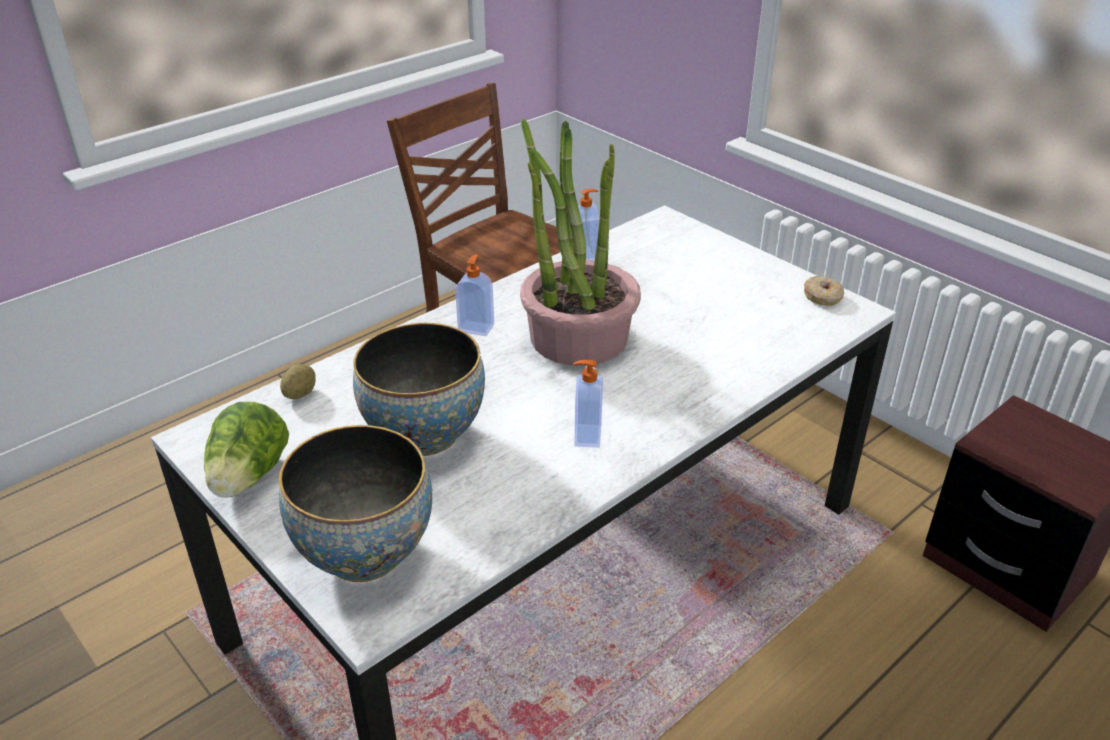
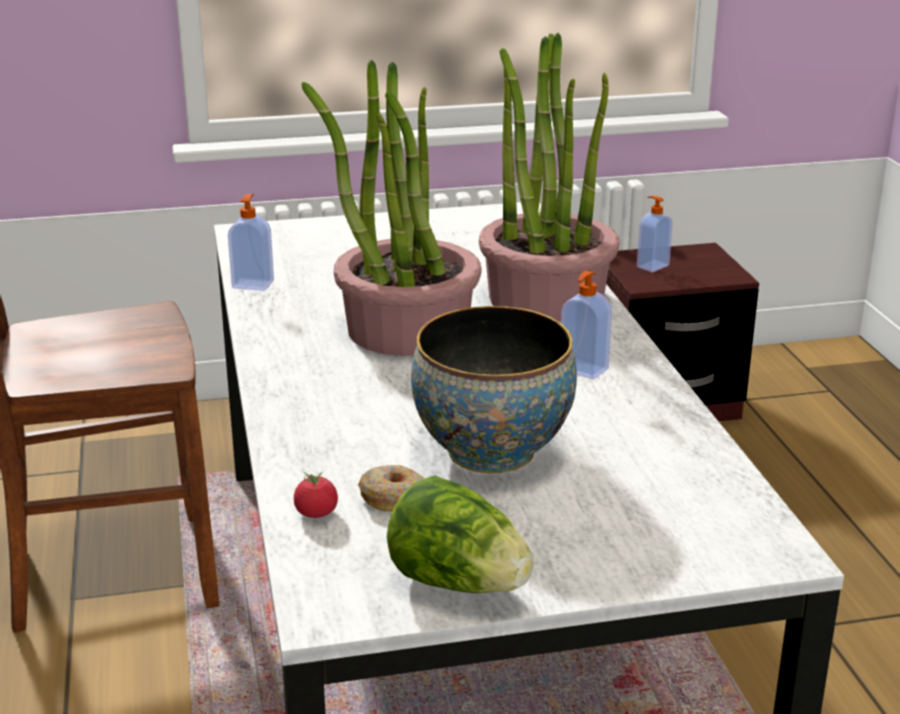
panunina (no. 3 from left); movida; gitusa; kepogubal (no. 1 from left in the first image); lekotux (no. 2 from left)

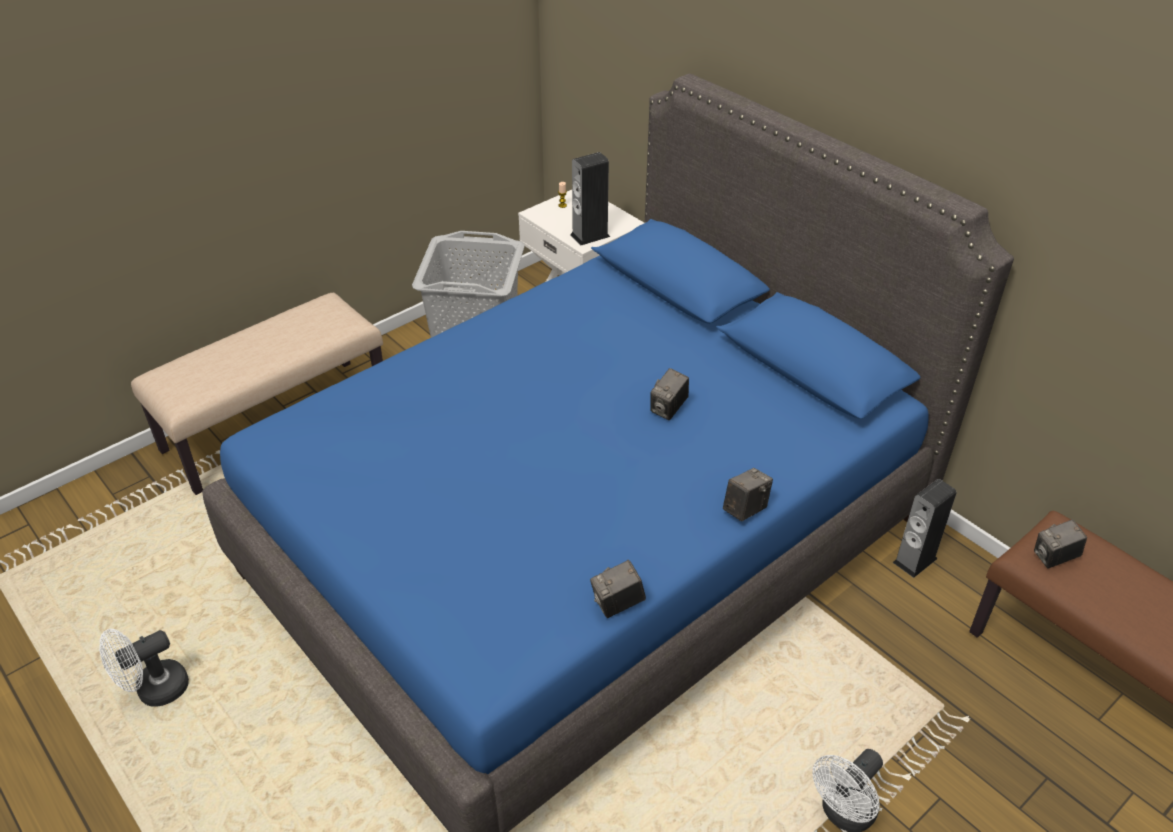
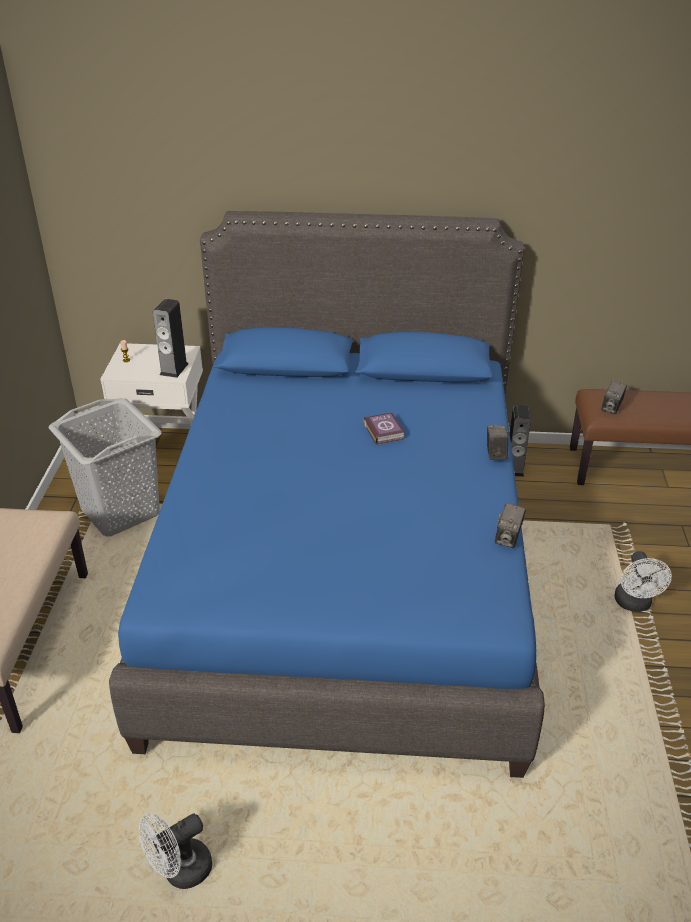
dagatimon; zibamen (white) (no. 1 from left)

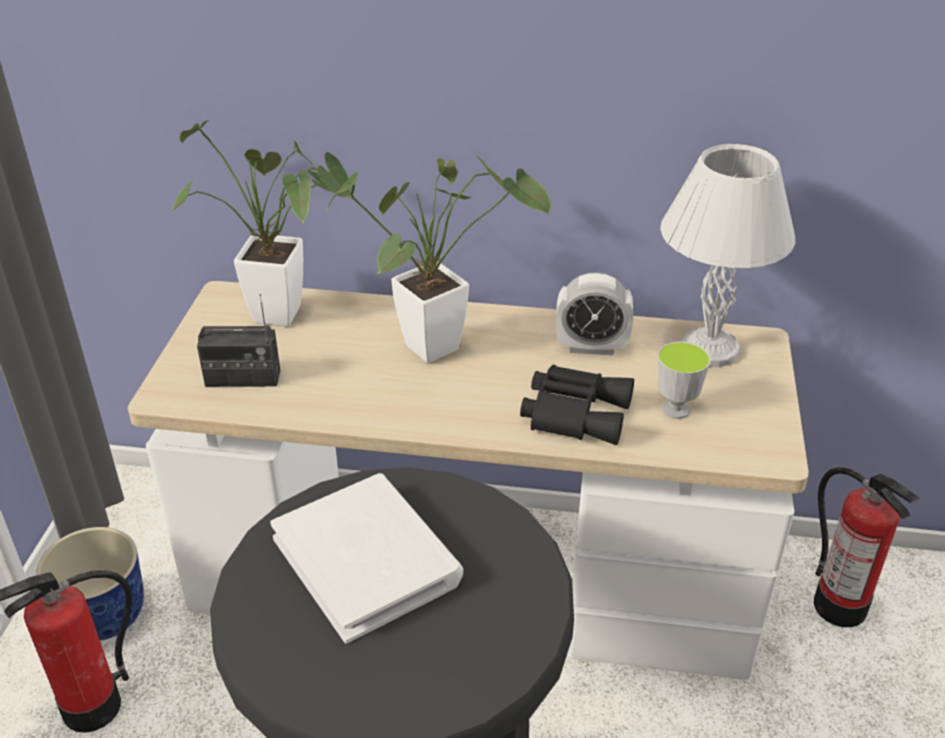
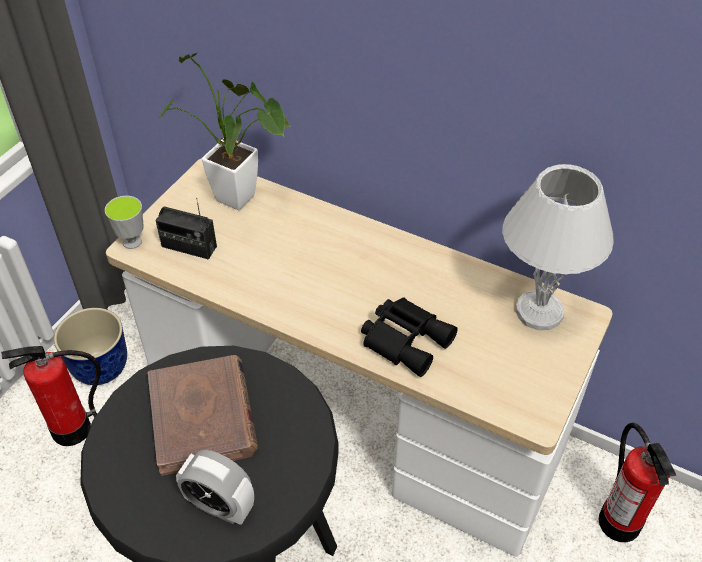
lekotux (no. 2 from left in the first image); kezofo; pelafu; dagatimon (brown)

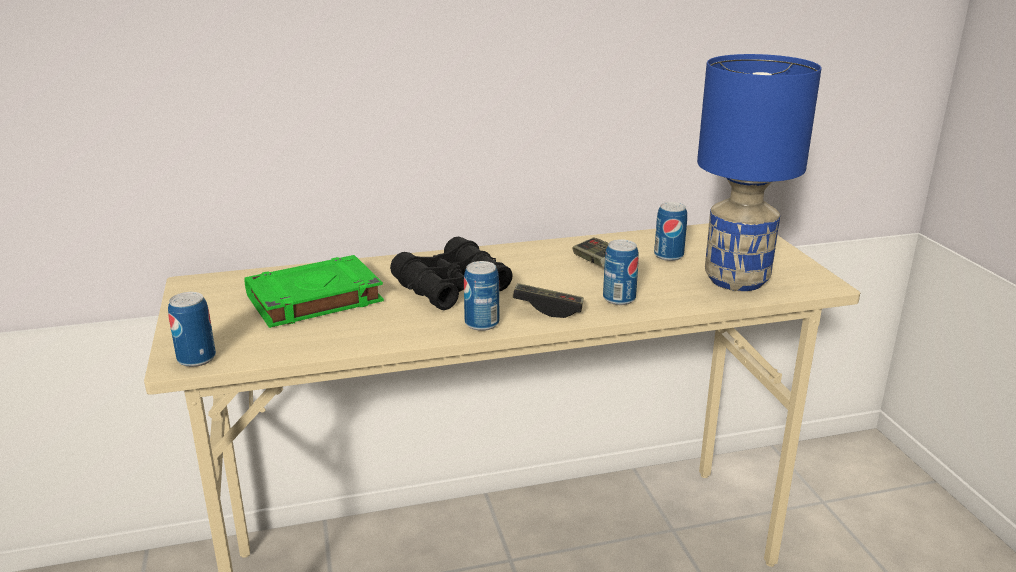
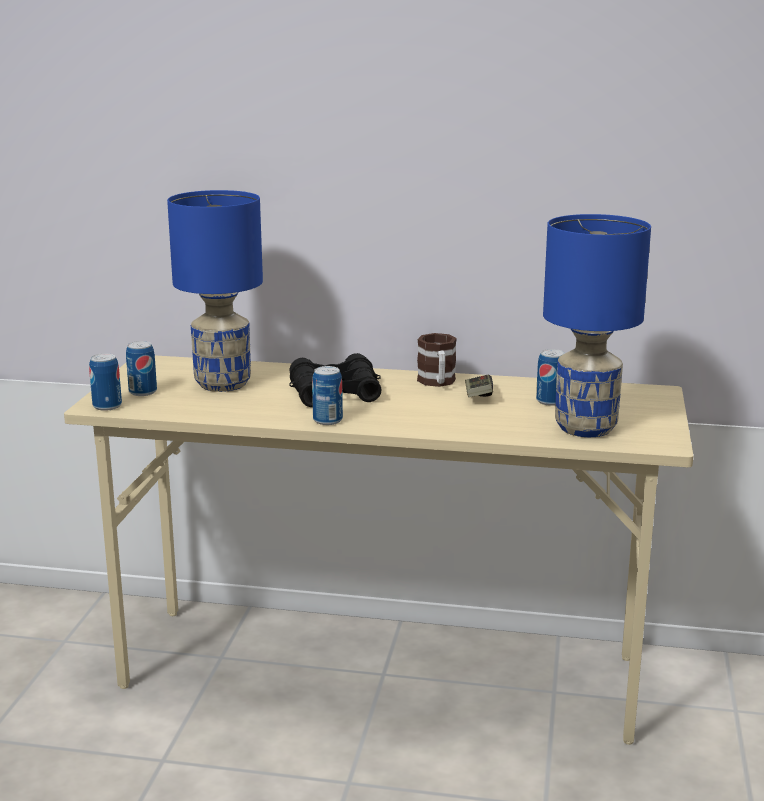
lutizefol (no. 2 from left); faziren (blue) (no. 1 from left); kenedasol (no. 1 from left in the first image); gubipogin

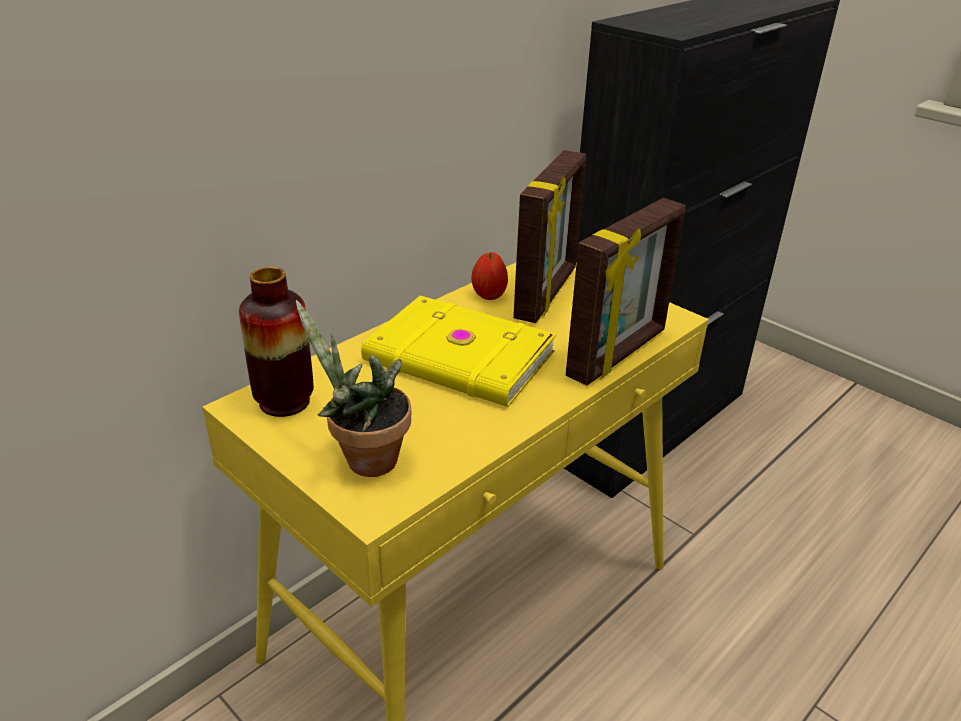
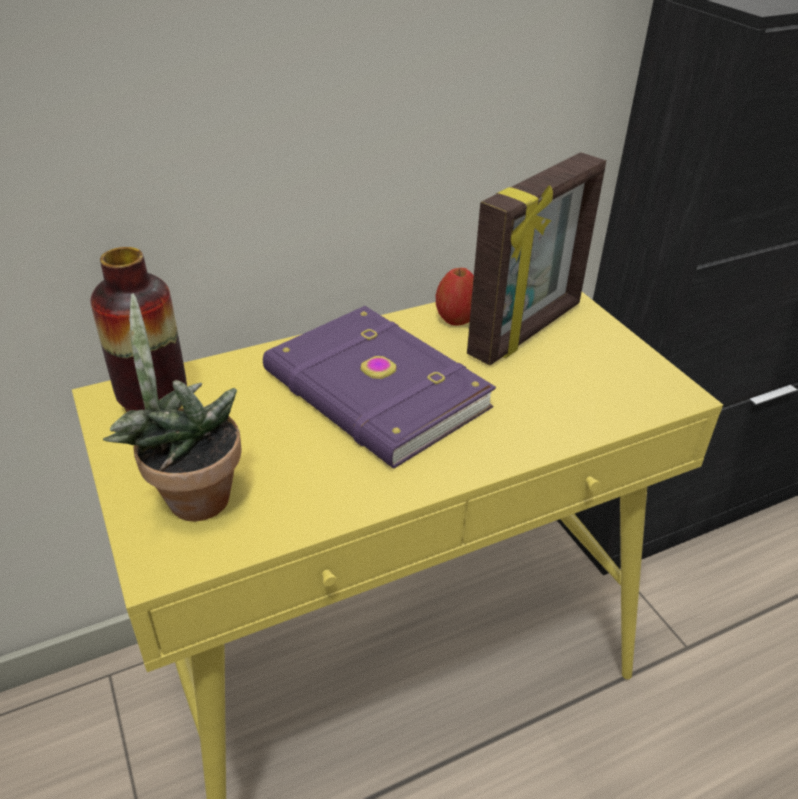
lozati (no. 2 from left in the first image); dagatimon (purple)

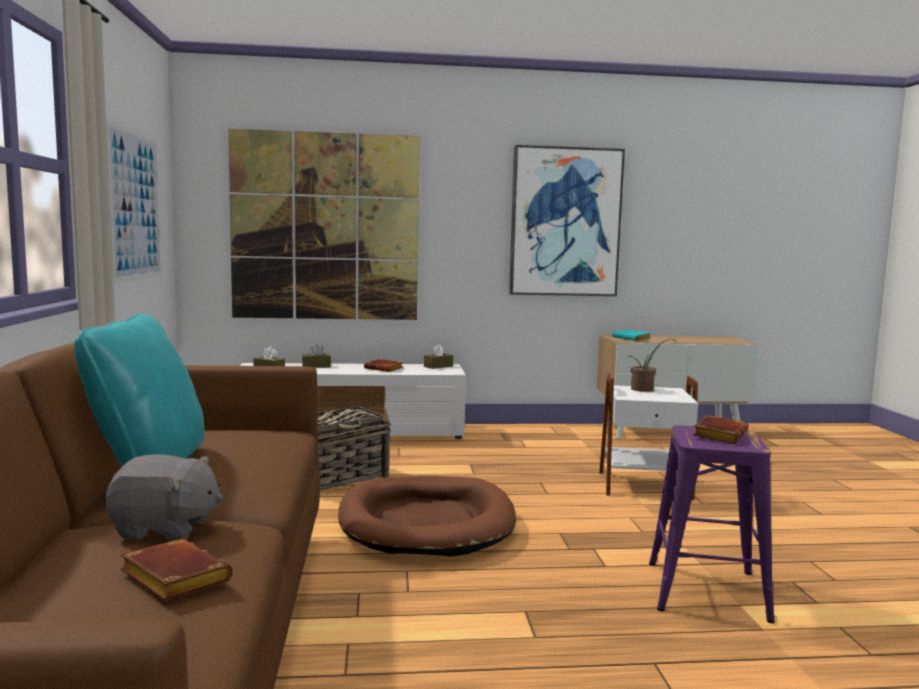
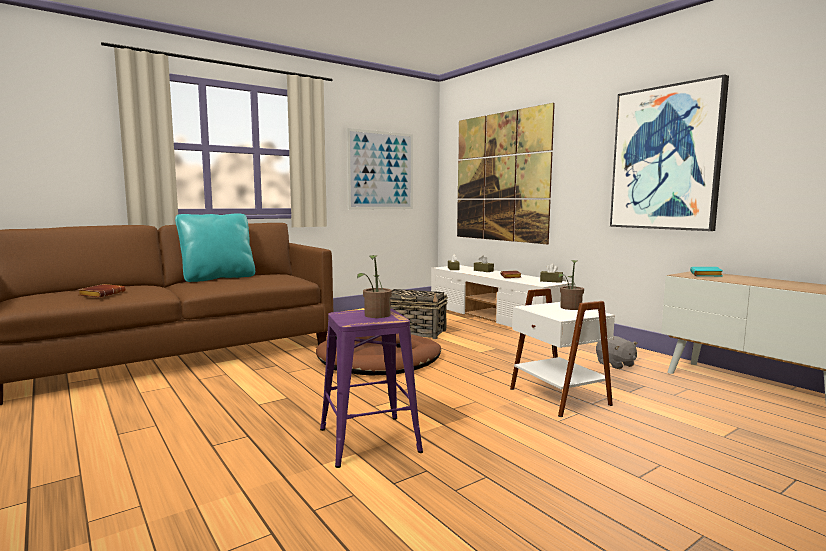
lekotux (no. 1 from left); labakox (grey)

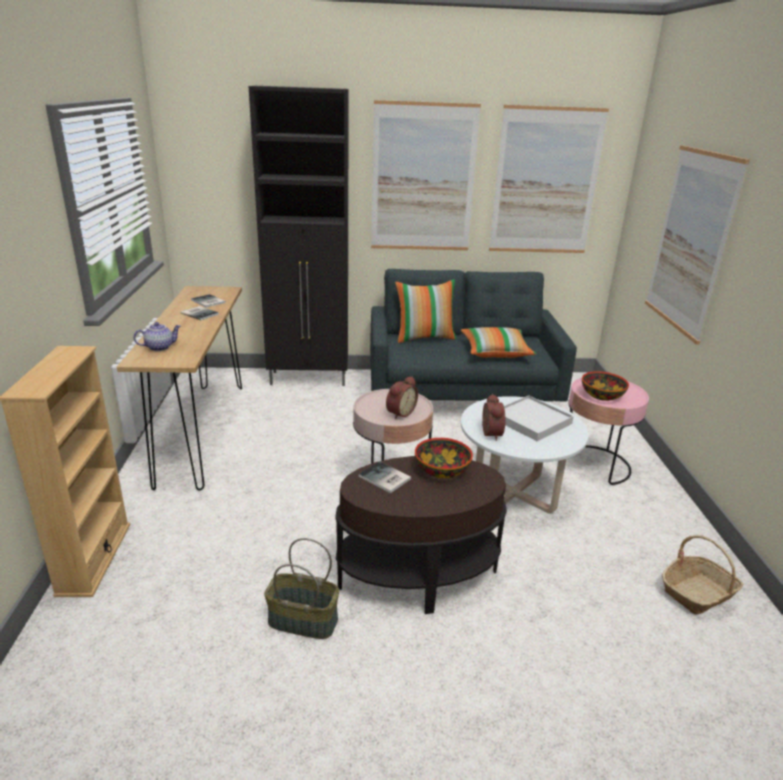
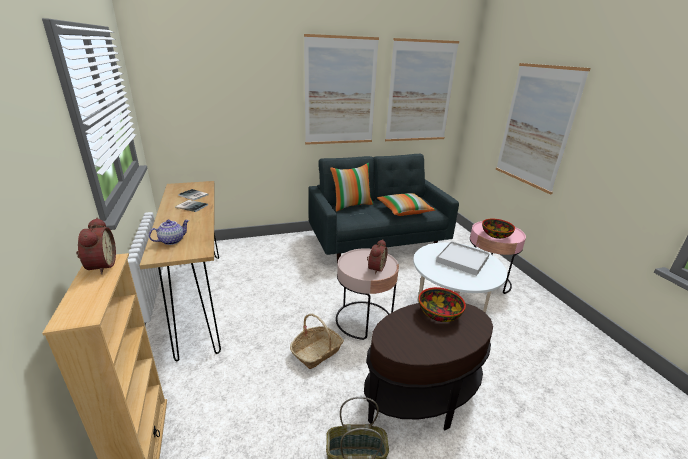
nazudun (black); kezofo (no. 1 from left); dagatimon (no. 3 from left in the first image); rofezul (no. 1 from left)

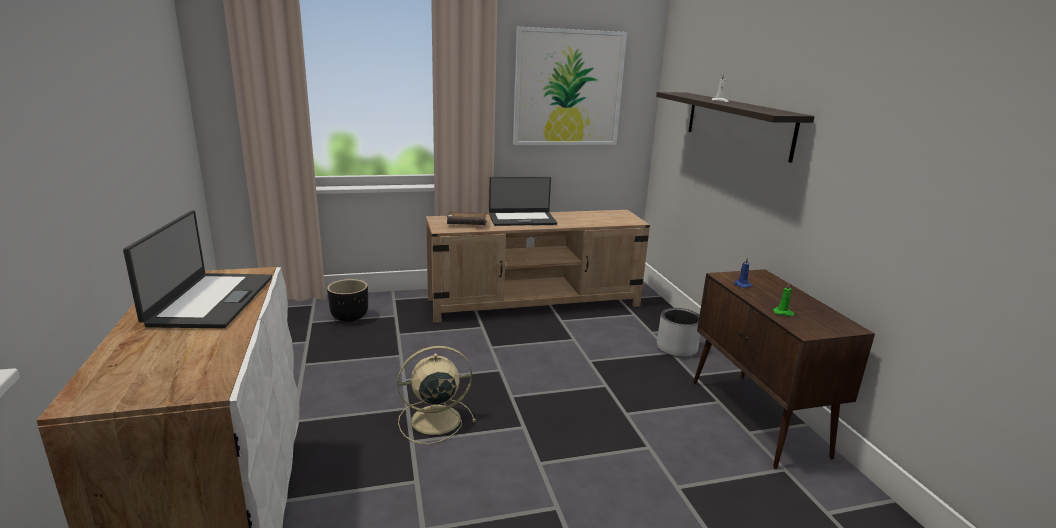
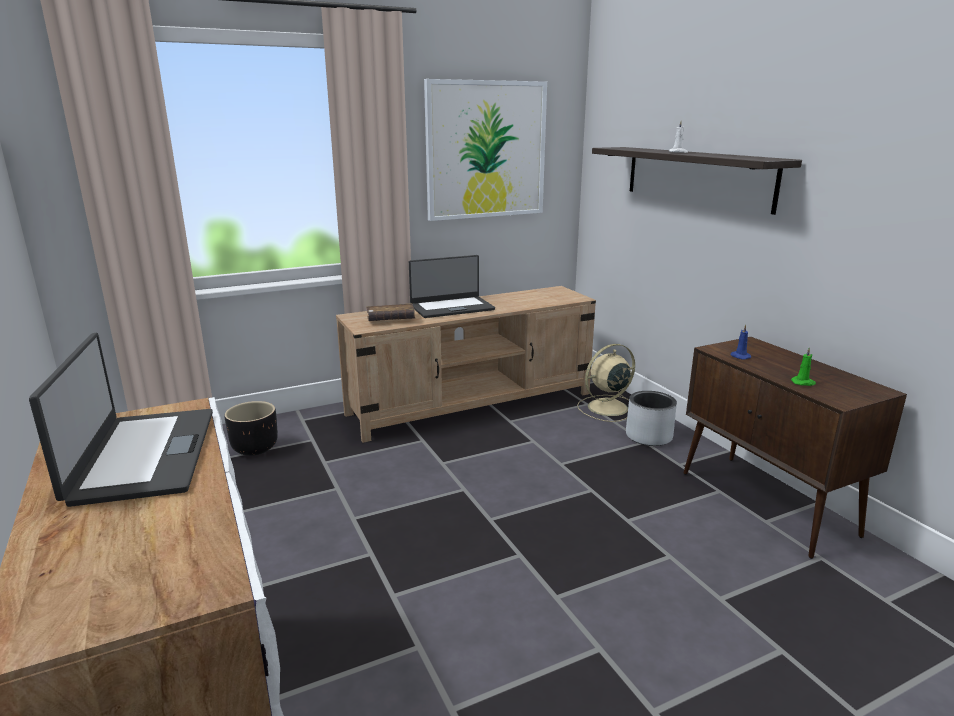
zibamen (beige)

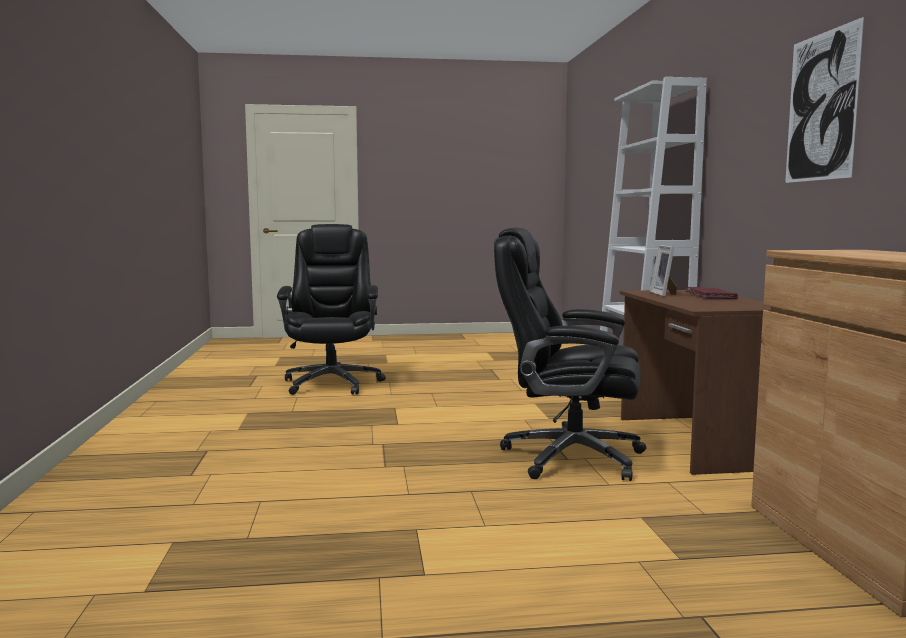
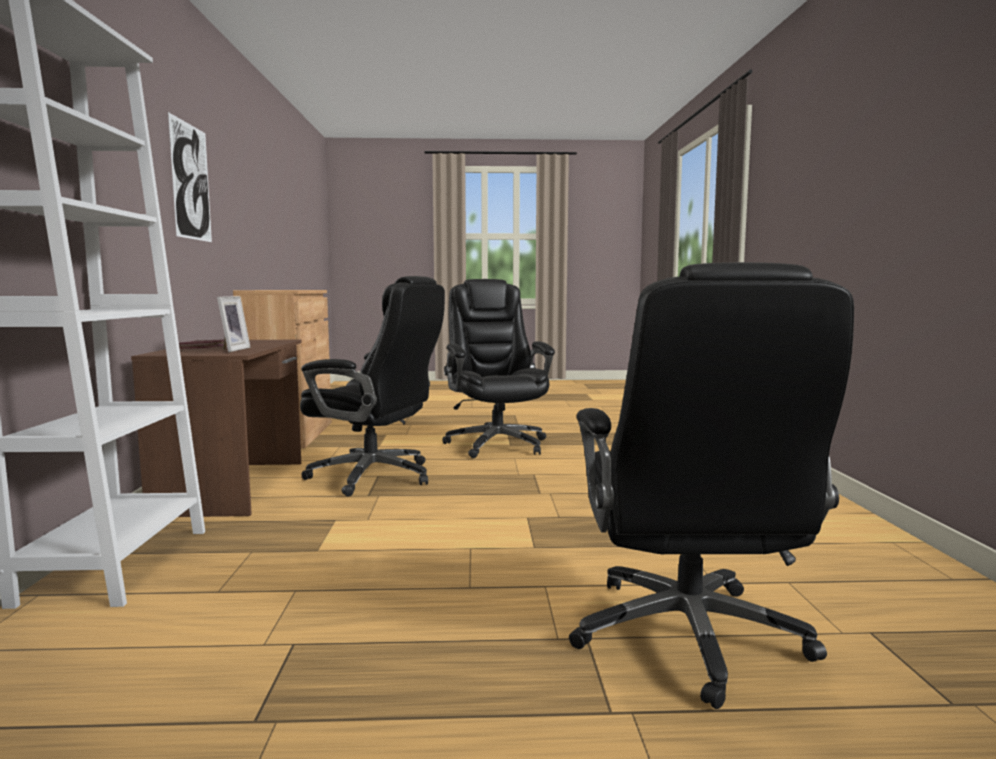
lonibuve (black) (no. 2 from left)

